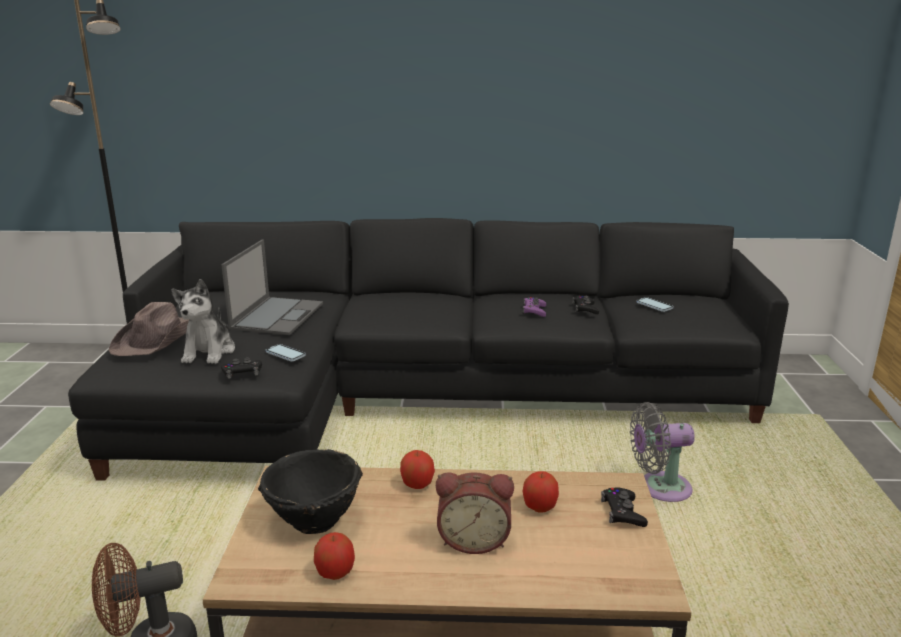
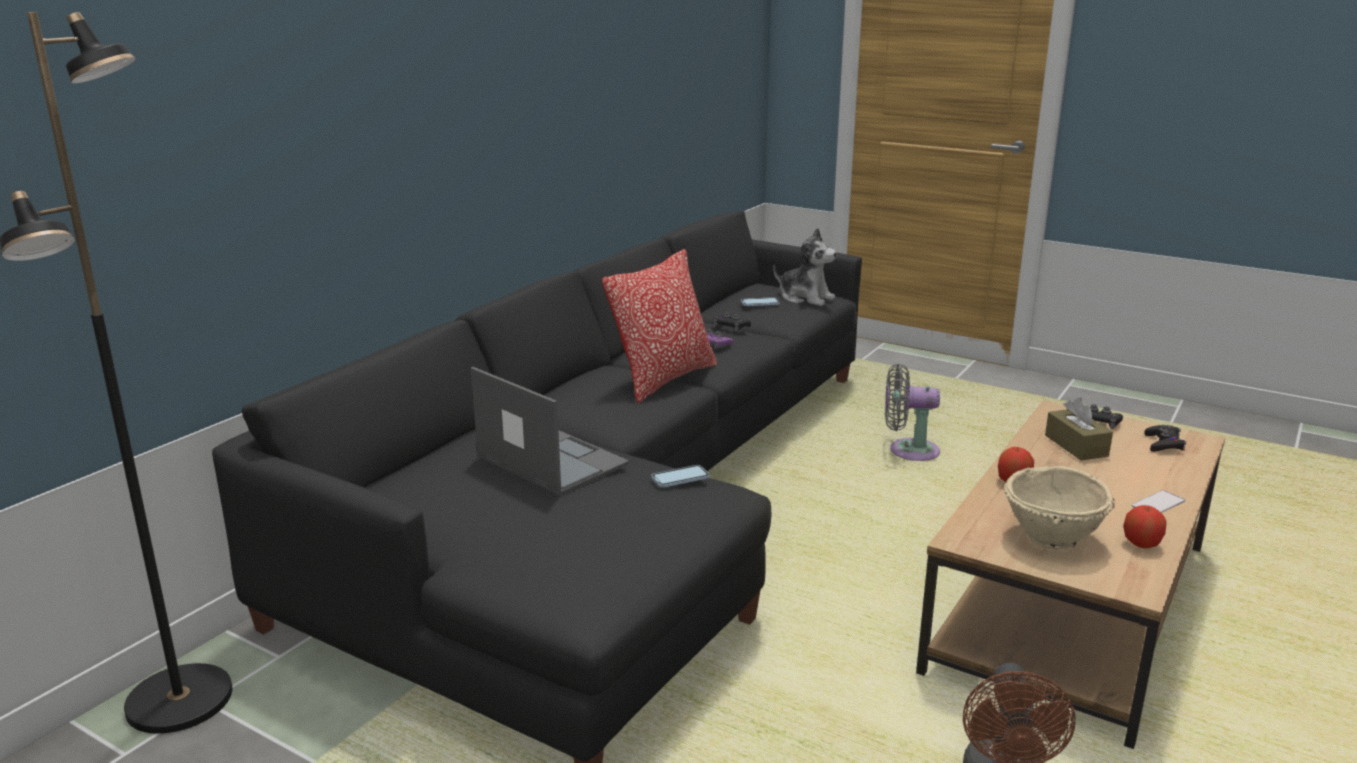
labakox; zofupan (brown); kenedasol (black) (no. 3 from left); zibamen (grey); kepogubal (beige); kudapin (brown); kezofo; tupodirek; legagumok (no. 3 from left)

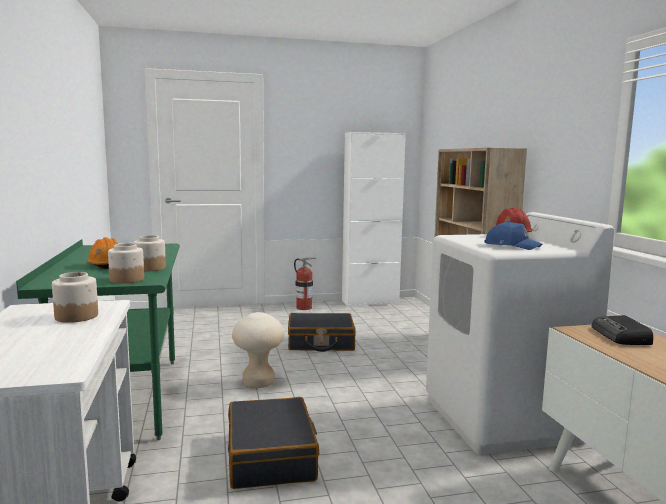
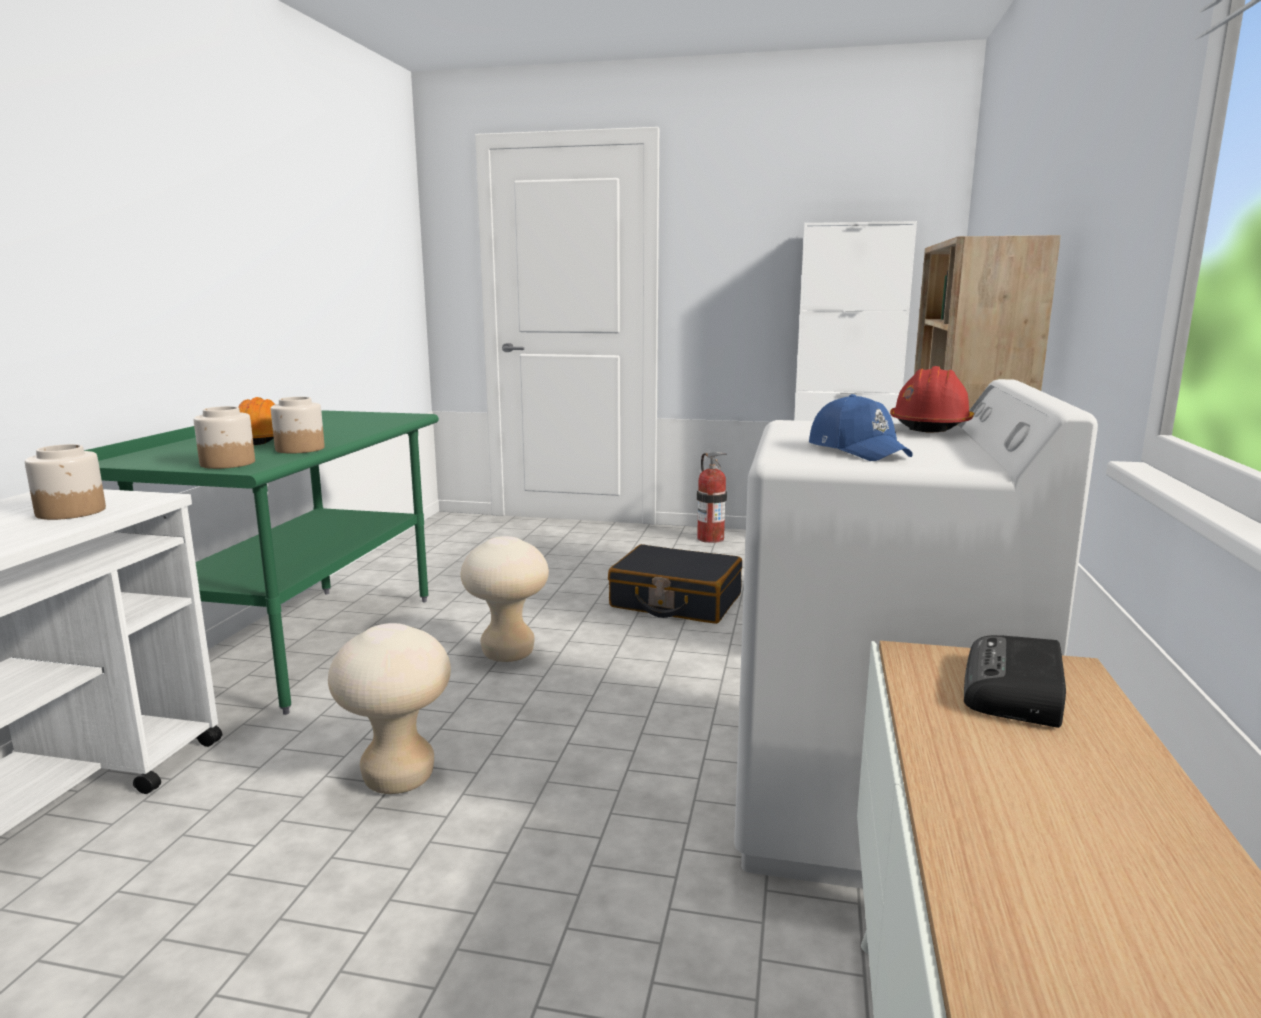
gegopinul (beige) (no. 1 from left)

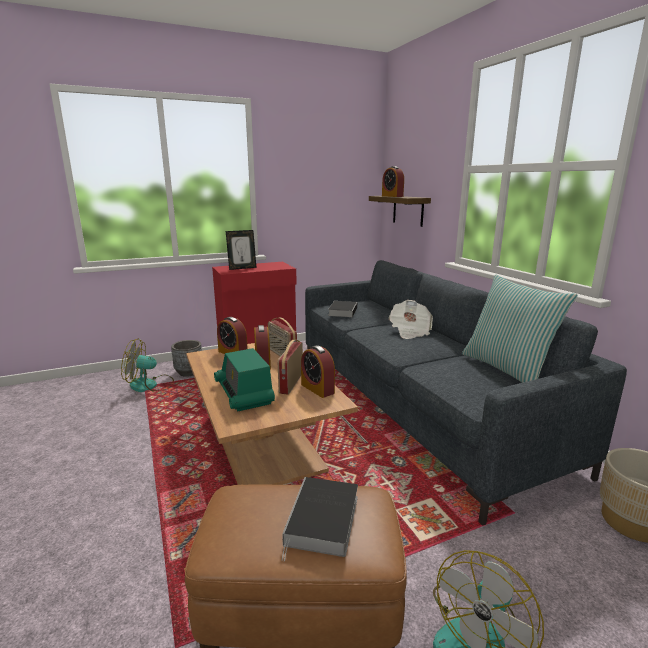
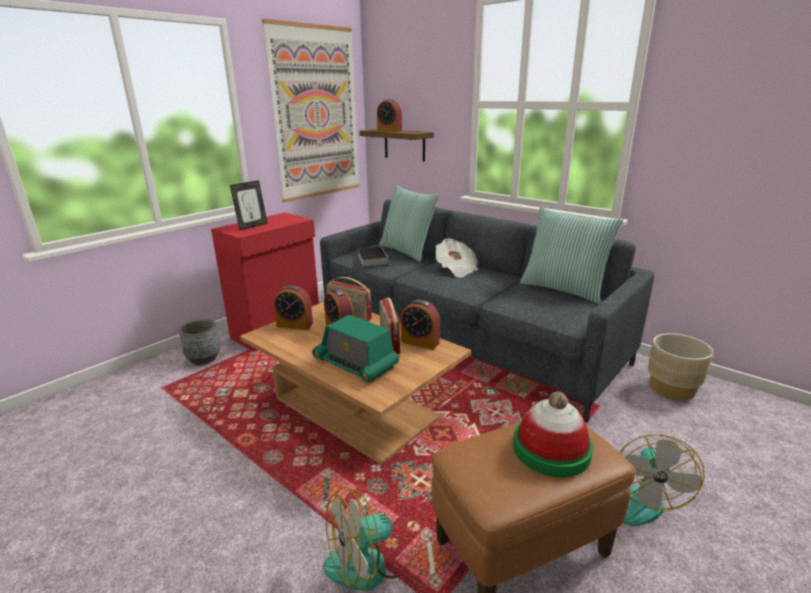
zibamen (no. 1 from left); zofupan; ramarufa; tupodirek (no. 1 from left)

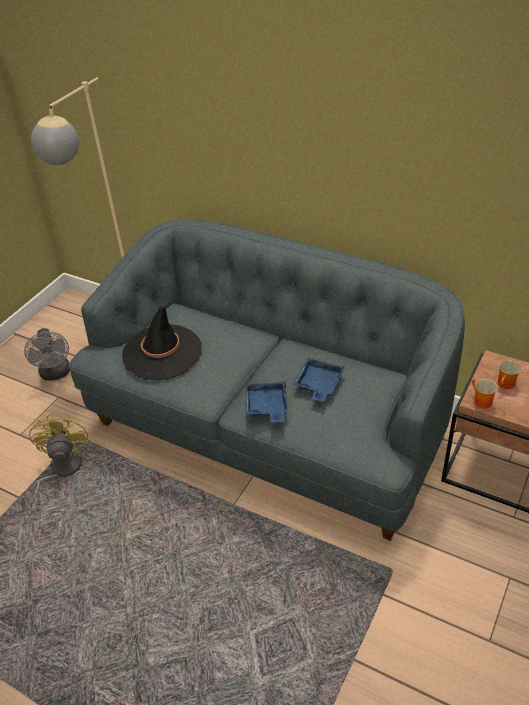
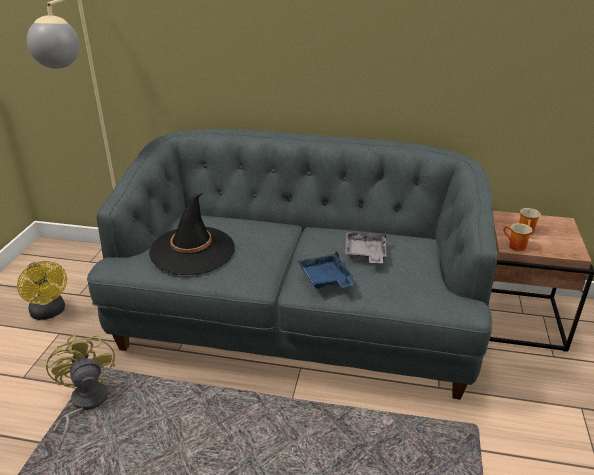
zibamen (yellow) (no. 1 from left); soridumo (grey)

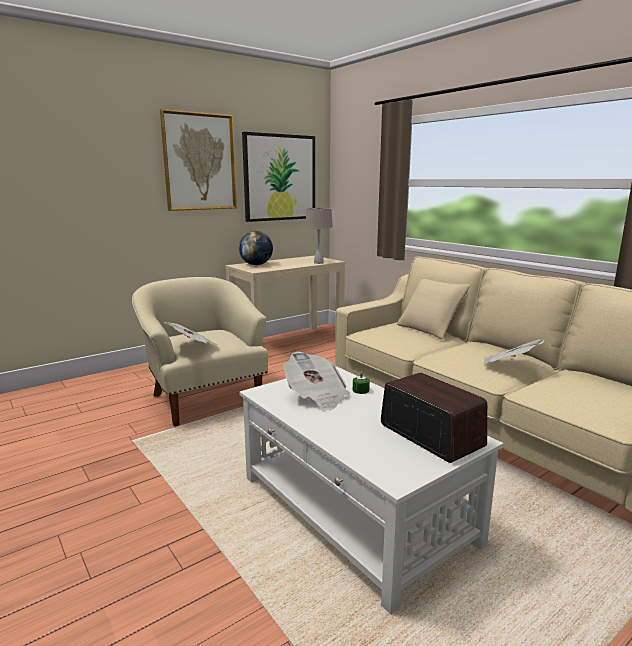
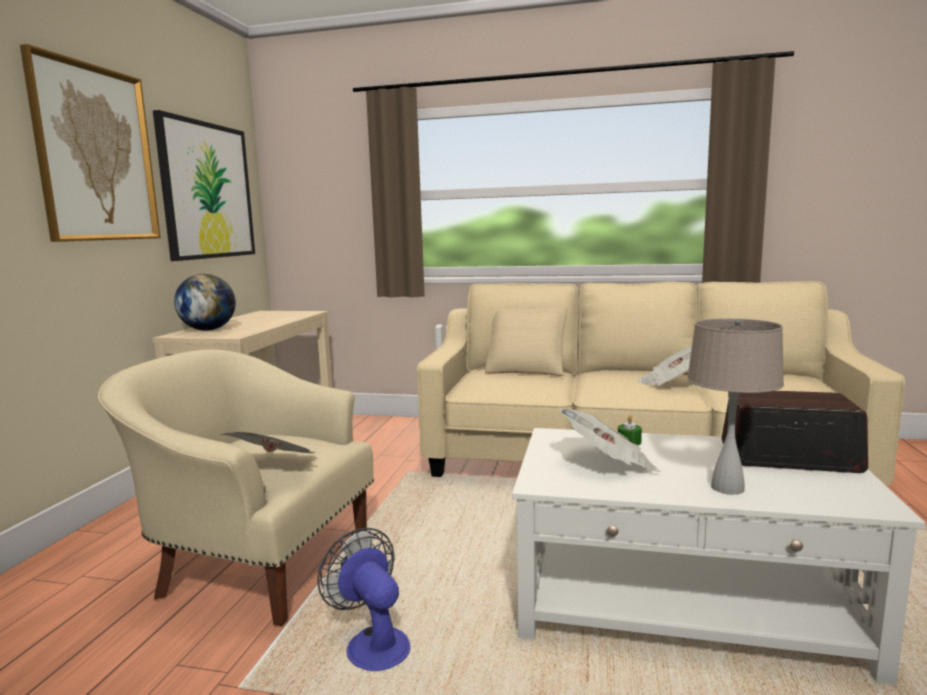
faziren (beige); zibamen

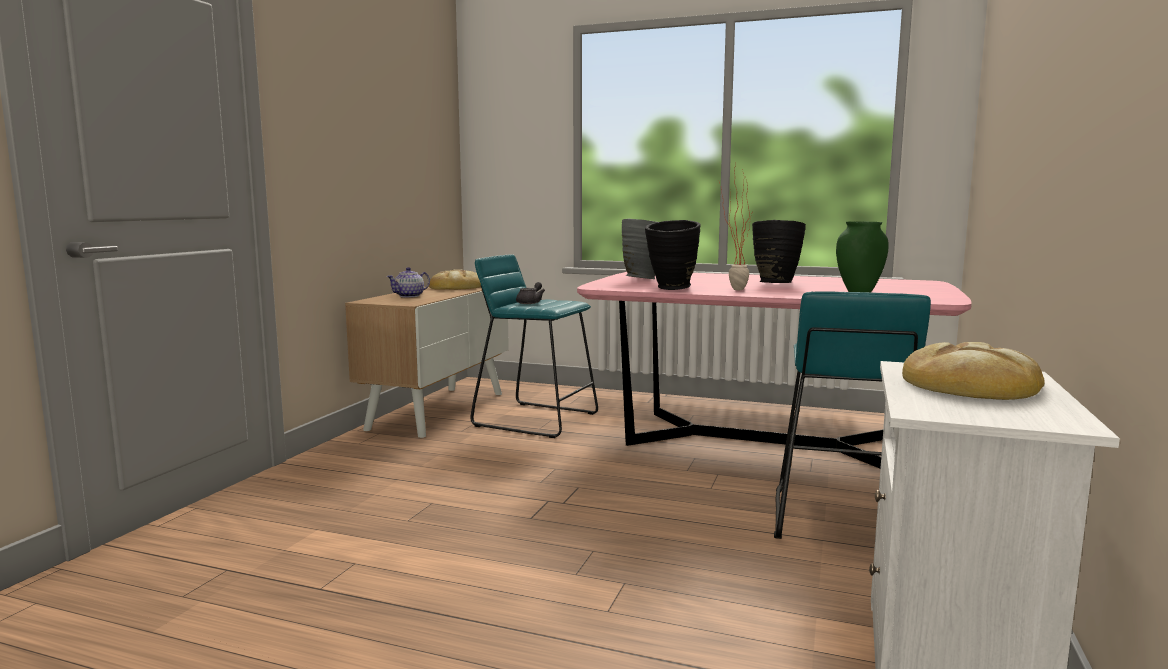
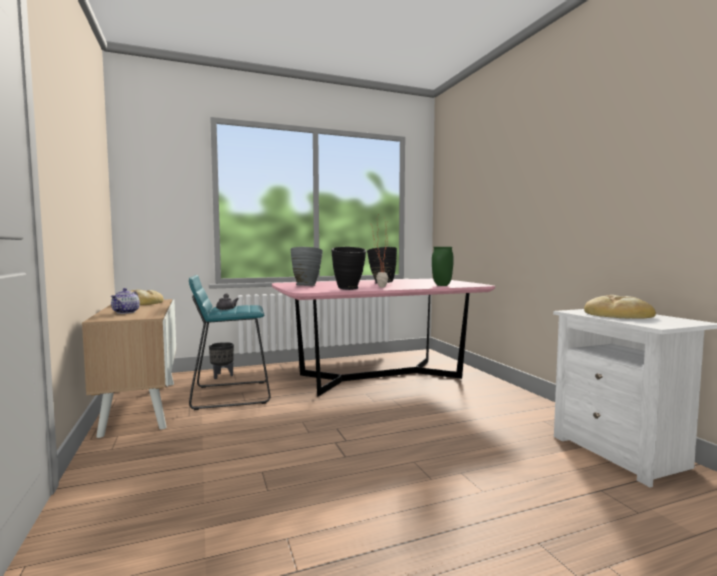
gegopinul (turquoise) (no. 2 from left in the first image); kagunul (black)

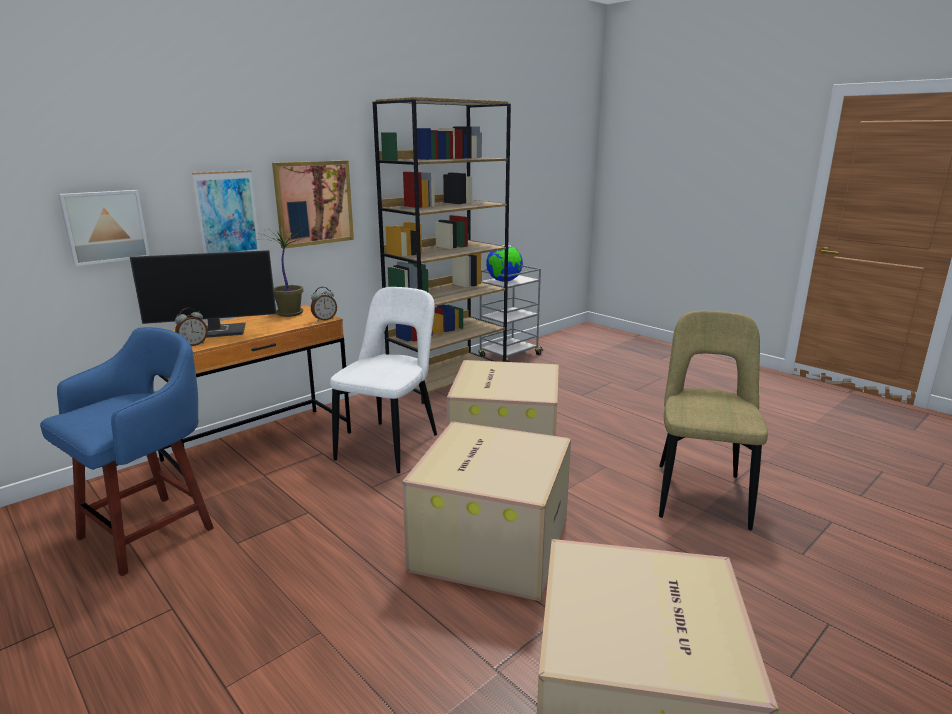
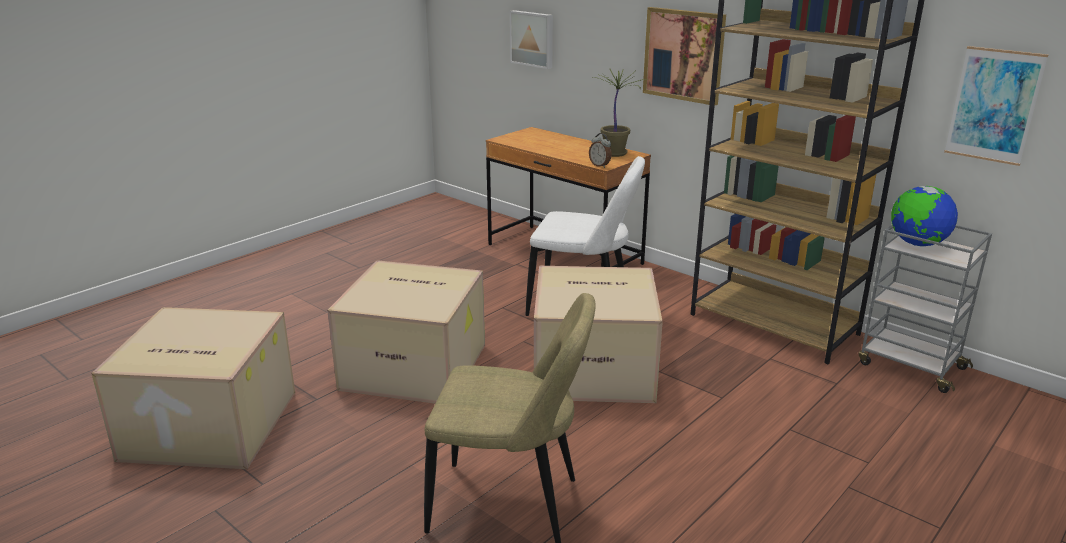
ramarufa (no. 3 from left); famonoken; kezofo (no. 1 from left in the first image); gegopinul (blue)

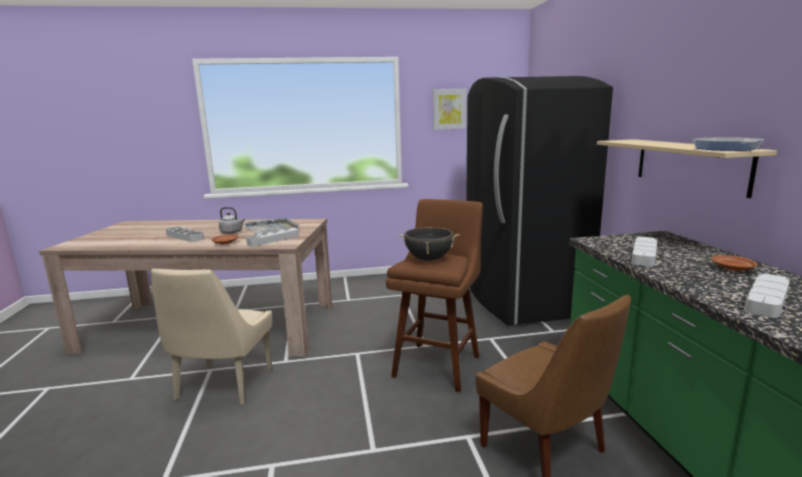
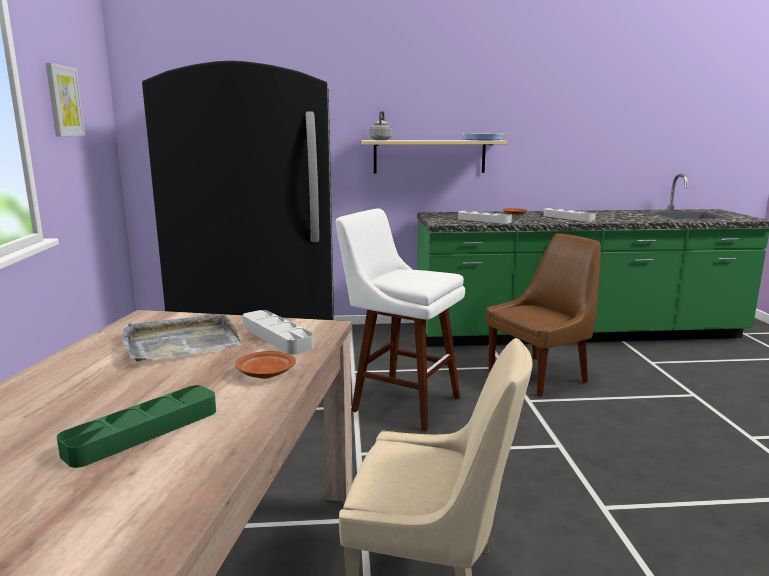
gegopinul (white); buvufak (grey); soridumo (green); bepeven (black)

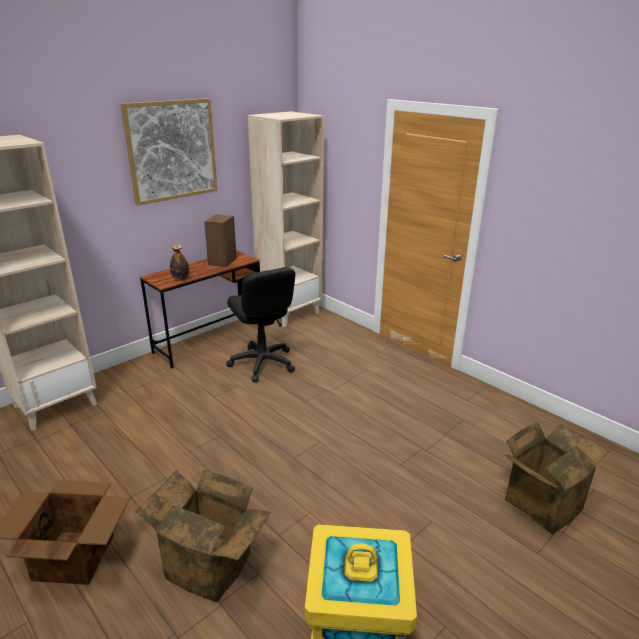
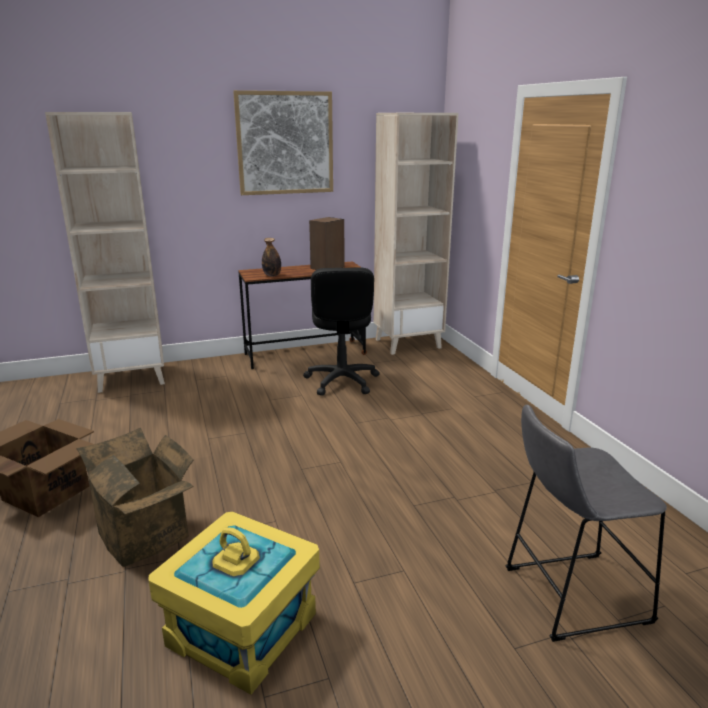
gegopinul (grey)

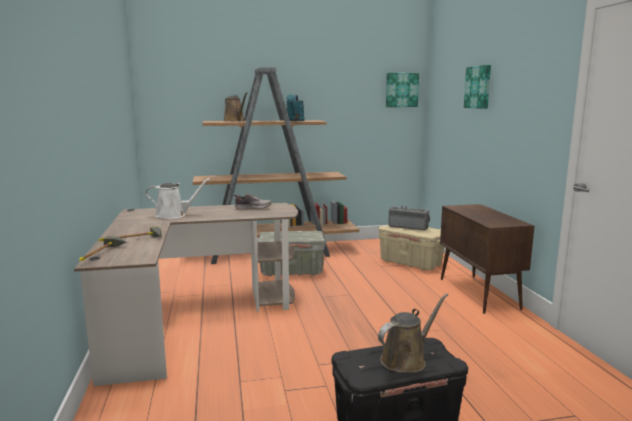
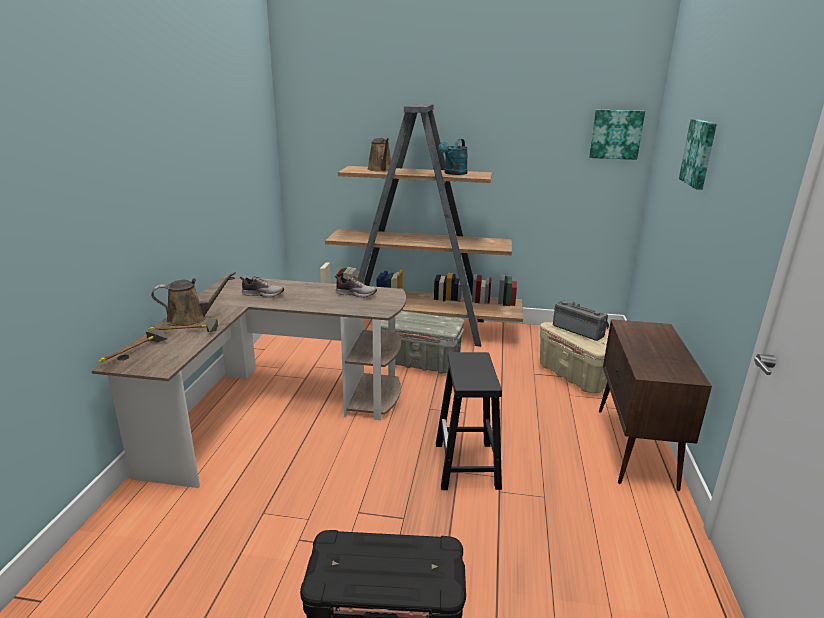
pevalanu (no. 1 from left); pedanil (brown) (no. 1 from left); gegopinul (black)

